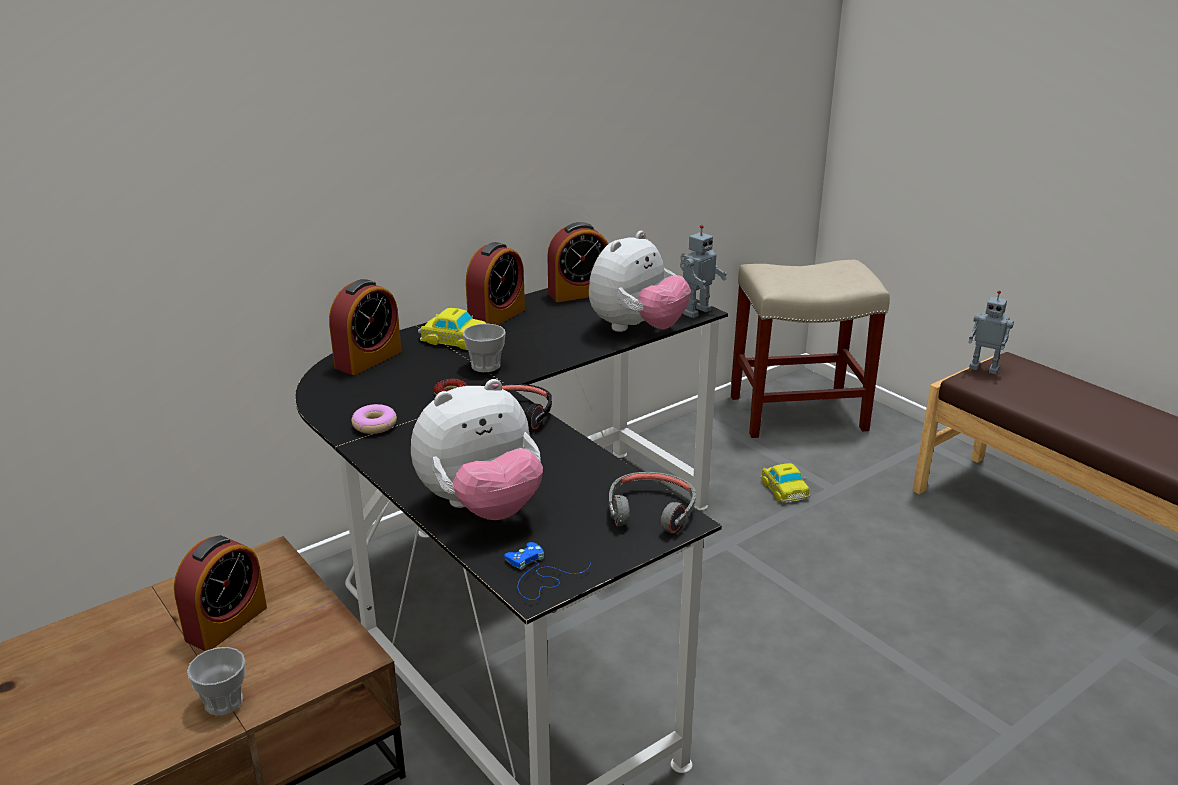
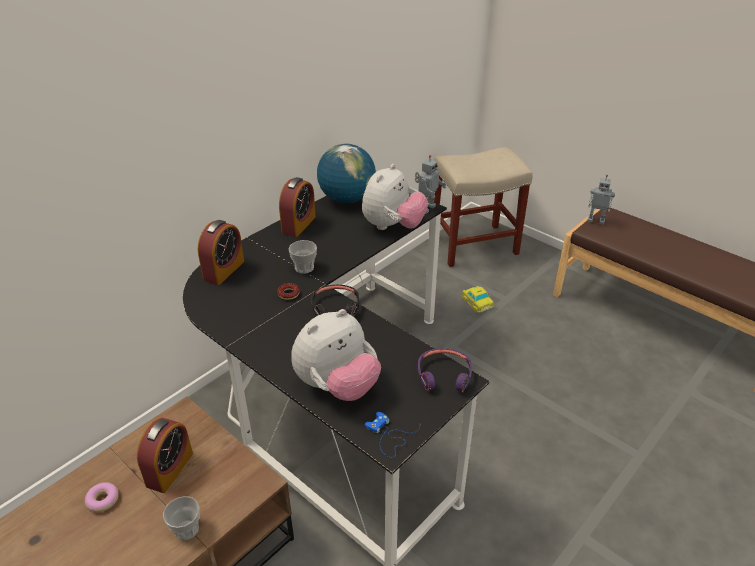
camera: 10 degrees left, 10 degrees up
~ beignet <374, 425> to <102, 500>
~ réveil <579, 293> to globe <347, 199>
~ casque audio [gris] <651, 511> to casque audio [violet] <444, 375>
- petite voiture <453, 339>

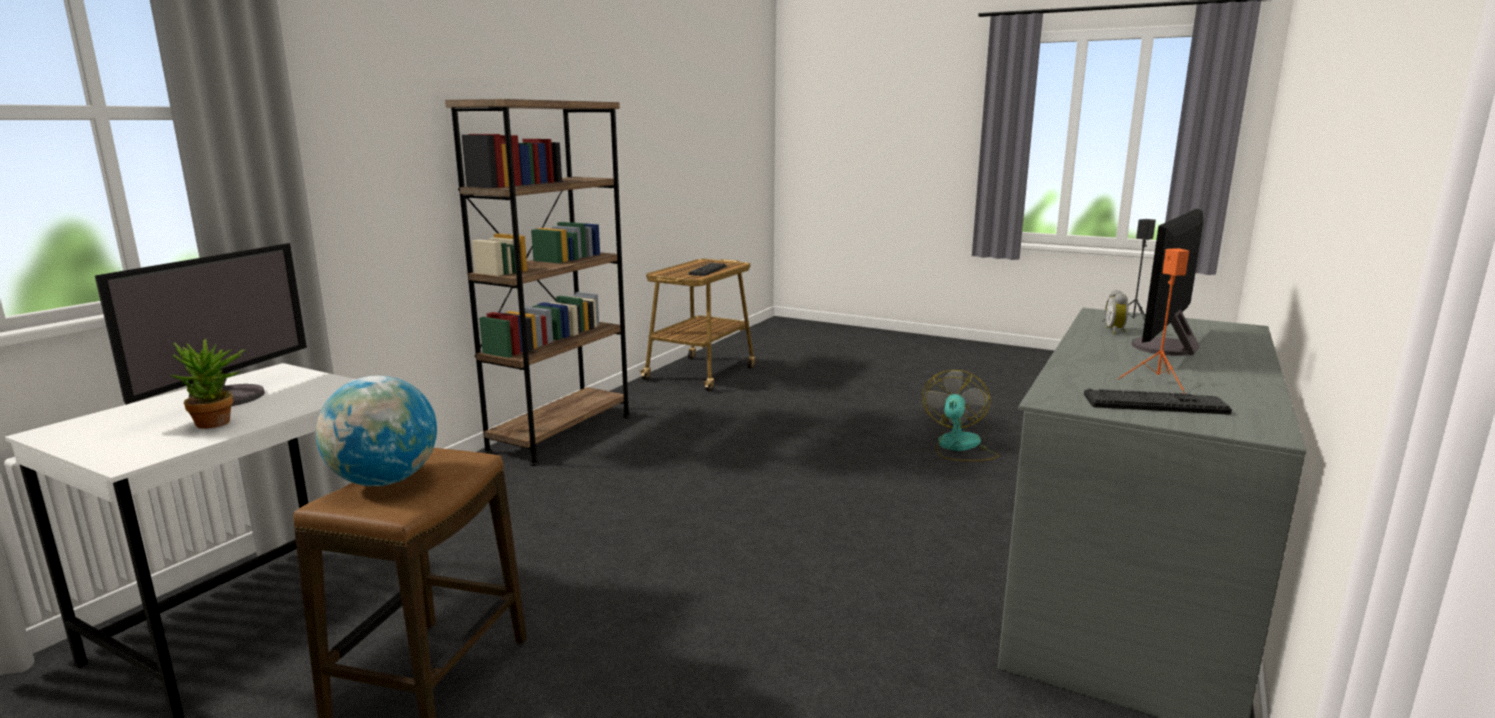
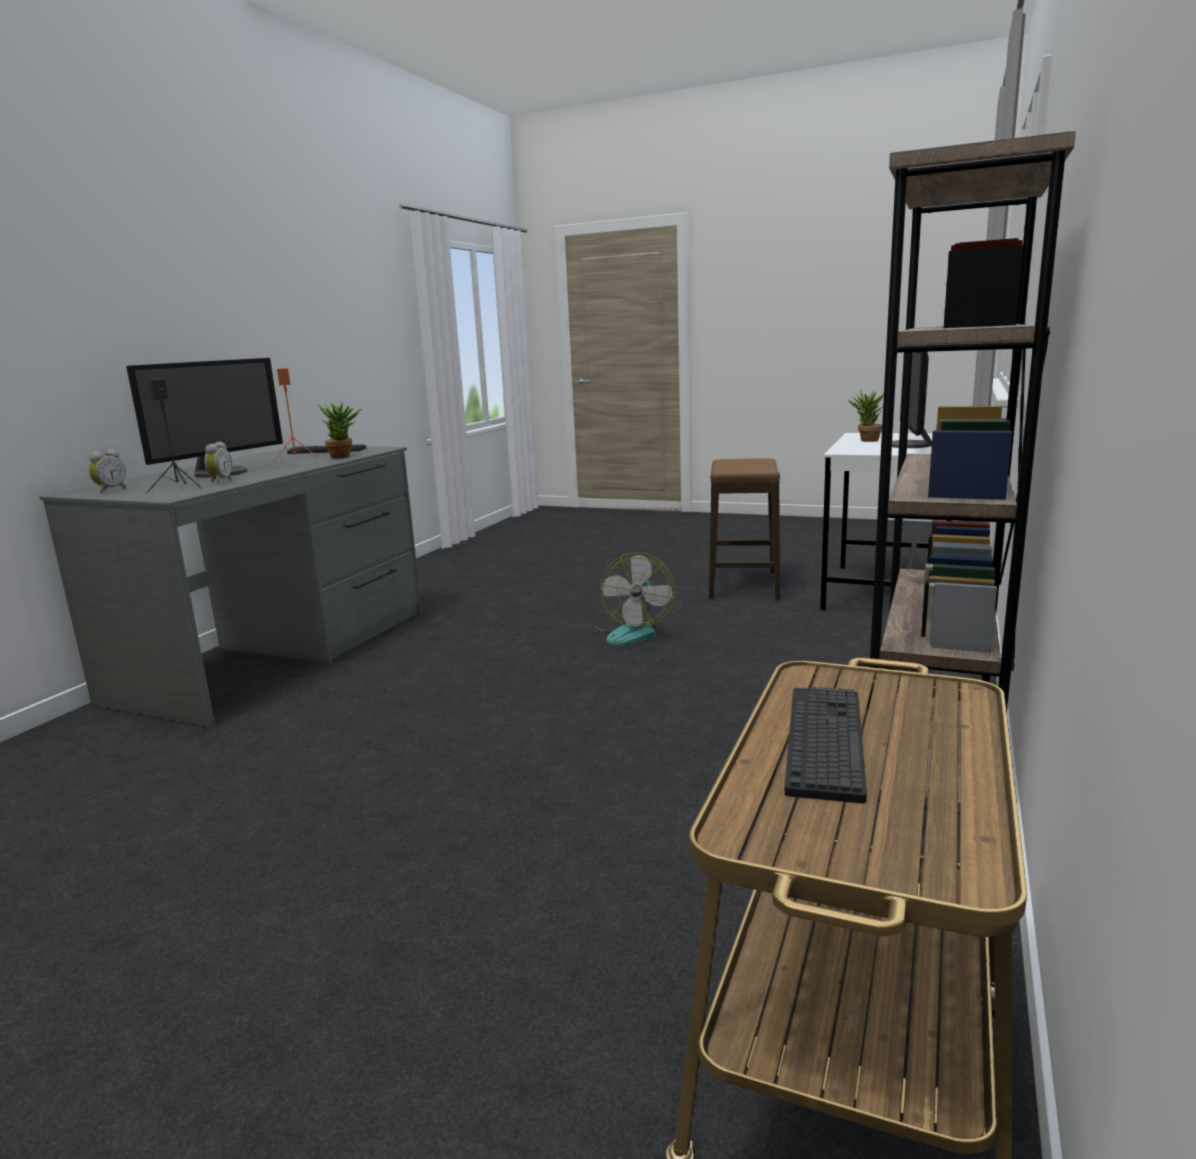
camera: 175 degrees right, 0 degrees up
+ réveil <110, 490>
+ plante en pot <345, 456>
~ ventilateur <959, 447> to <633, 632>
- globe <384, 481>

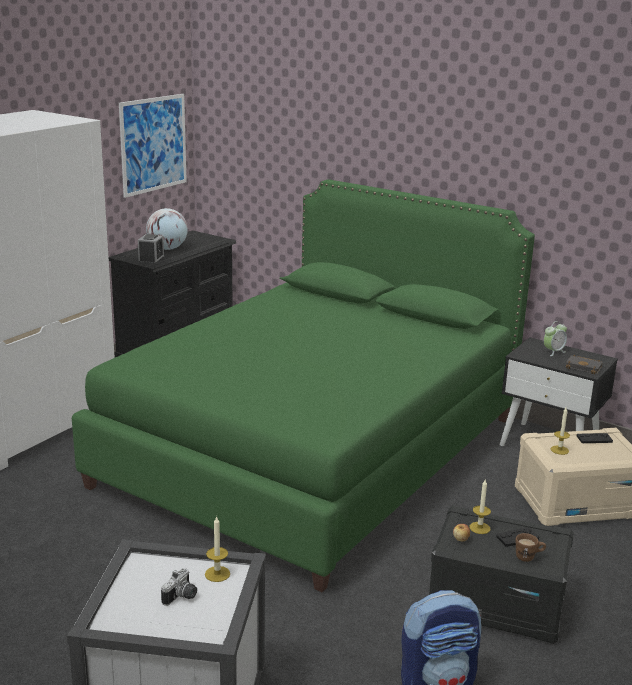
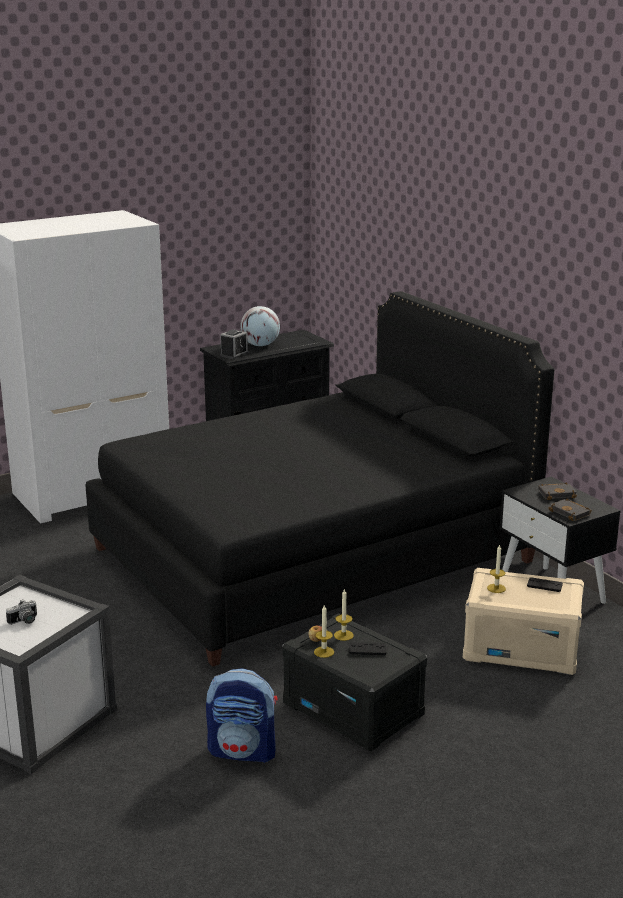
camera: 25 degrees right, 0 degrees up
~ lit [vert] <313, 451> to lit [noir] <312, 554>
~ bougie <217, 574> to <324, 652>
~ réveil <553, 352> to livre [noir] <557, 494>
- tableau <153, 144>
- mug [marron] <529, 557>

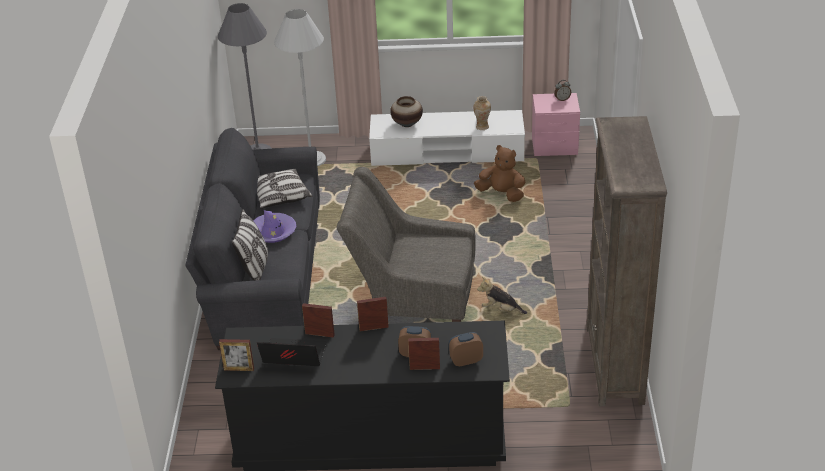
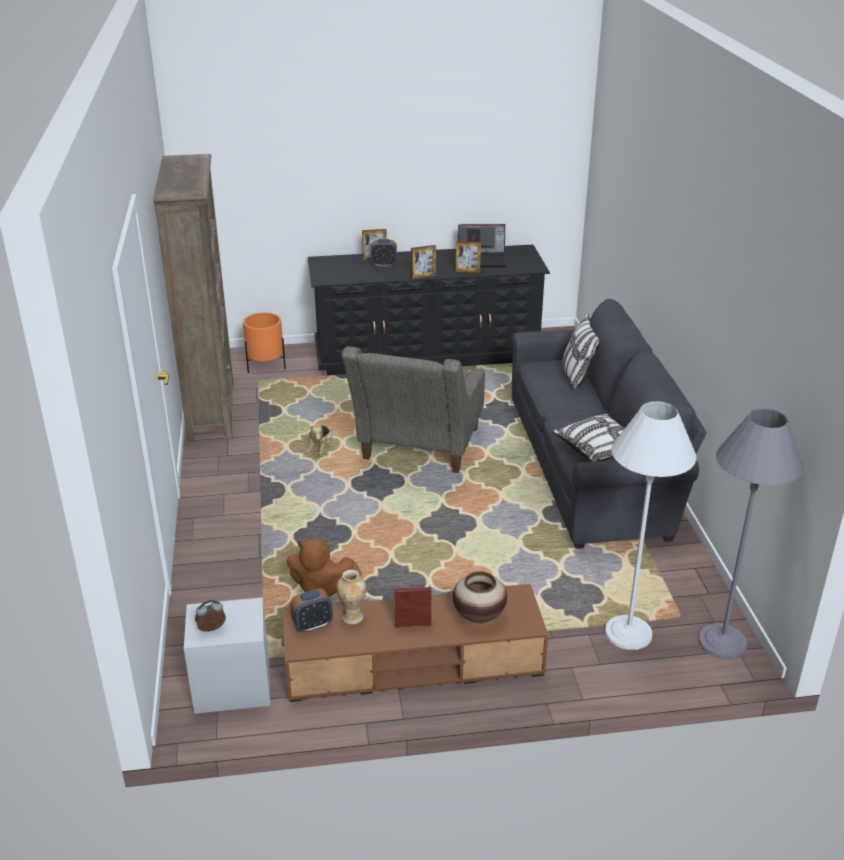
camera: 170 degrees right, 5 degrees down
~ table de chevet [rose] <554, 146> to table de chevet [gris] <232, 687>
+ cache-pot [orange] <266, 366>
~ meuble télé [blanc] <447, 152> to meuble télé [marron] <413, 662>
~ réveil <466, 360> to <312, 625>
~ peluche <501, 309> = <320, 448> 90 degrees clockwise
~ fauteuil [gris] <412, 301> = <417, 451> 105 degrees clockwise
~ cadre photo <239, 369> to <412, 625>
- chapeau [violet] <273, 232>

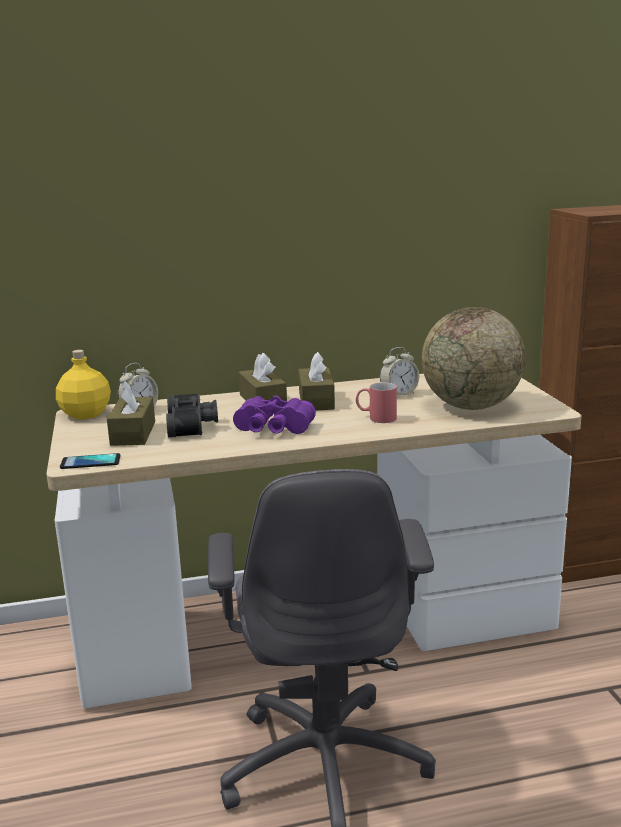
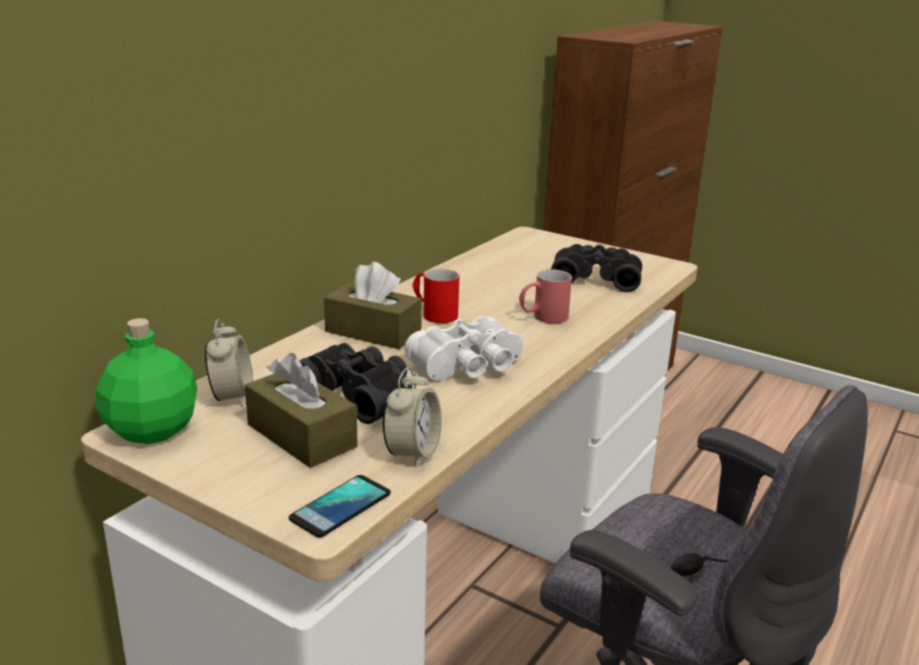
camera: 45 degrees left, 5 degrees up
~ bouteille [jaune] <85, 414> to bouteille [vert] <150, 430>
~ réveil <399, 394> to <412, 453>
~ jumelles [violet] <273, 429> to jumelles [blanc] <469, 367>
~ boîte à mouchoirs [marron] <316, 401> to mug [rouge] <433, 313>
~ globe <471, 406> to jumelles [noir] <596, 278>

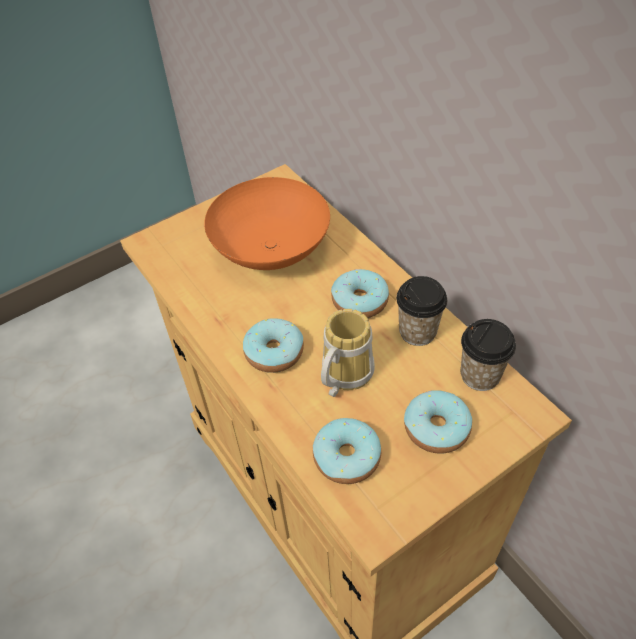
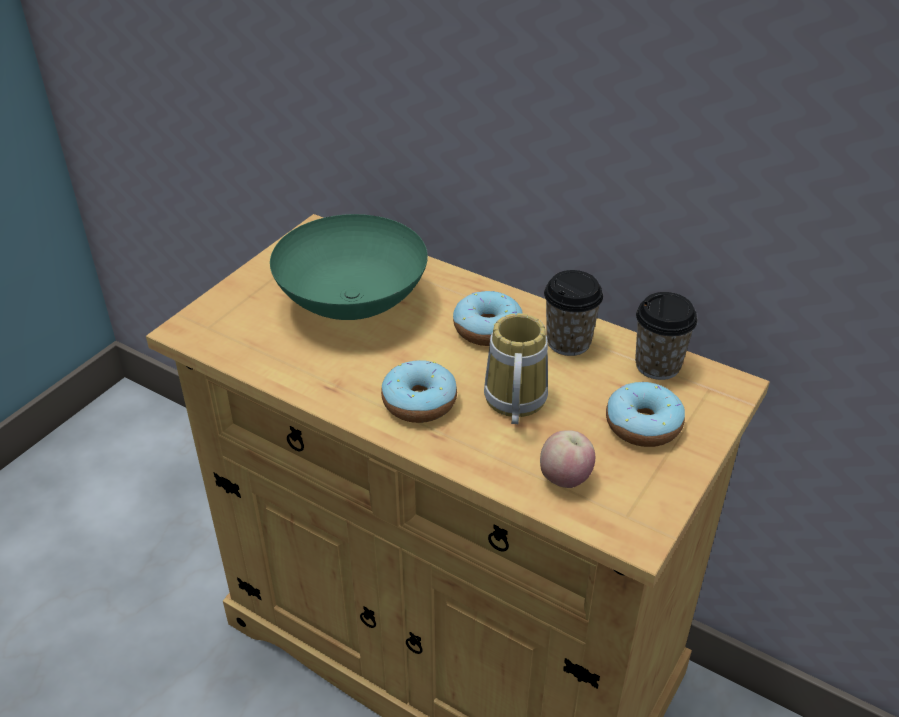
camera: 25 degrees left, 10 degrees down
~ bol [orange] <271, 252> to bol [vert] <354, 305>
~ beignet <347, 457> to pomme <565, 479>

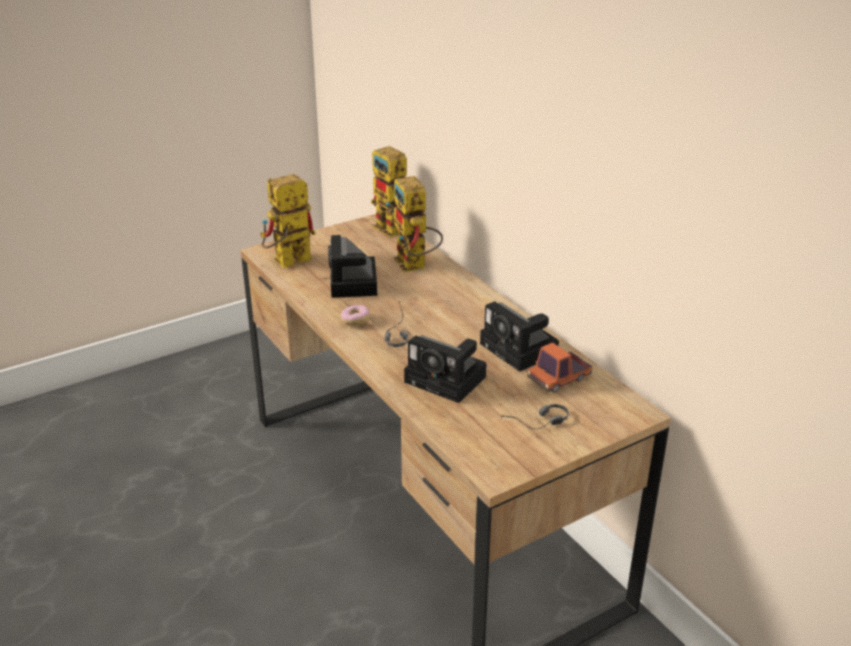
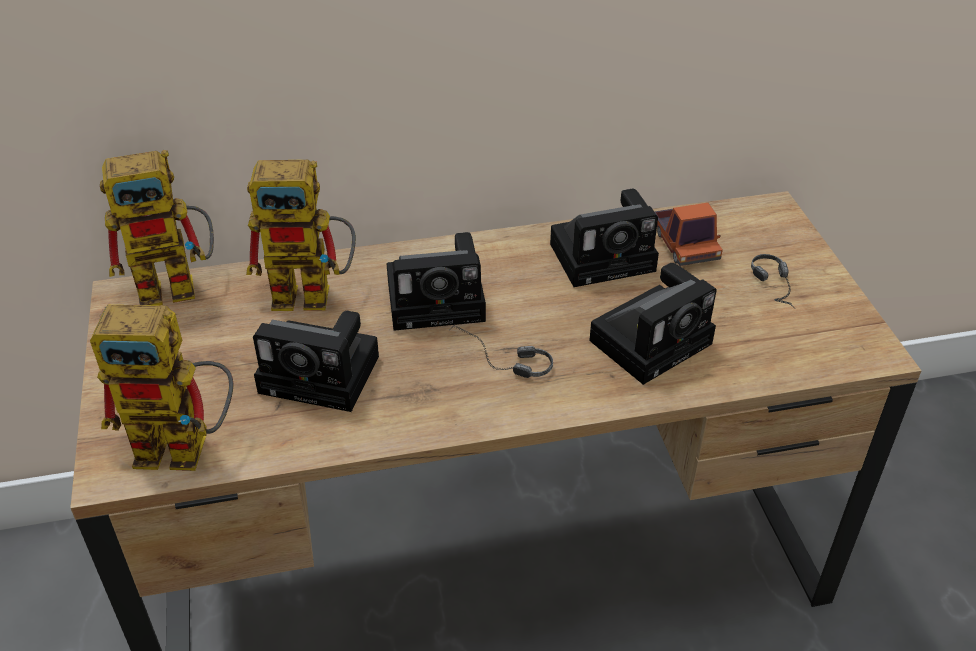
camera: 70 degrees left, 10 degrees up
~ robot jouet <287, 264> = <187, 447> 75 degrees counterclockwise
+ appareil photo <440, 300>
- beignet <355, 321>

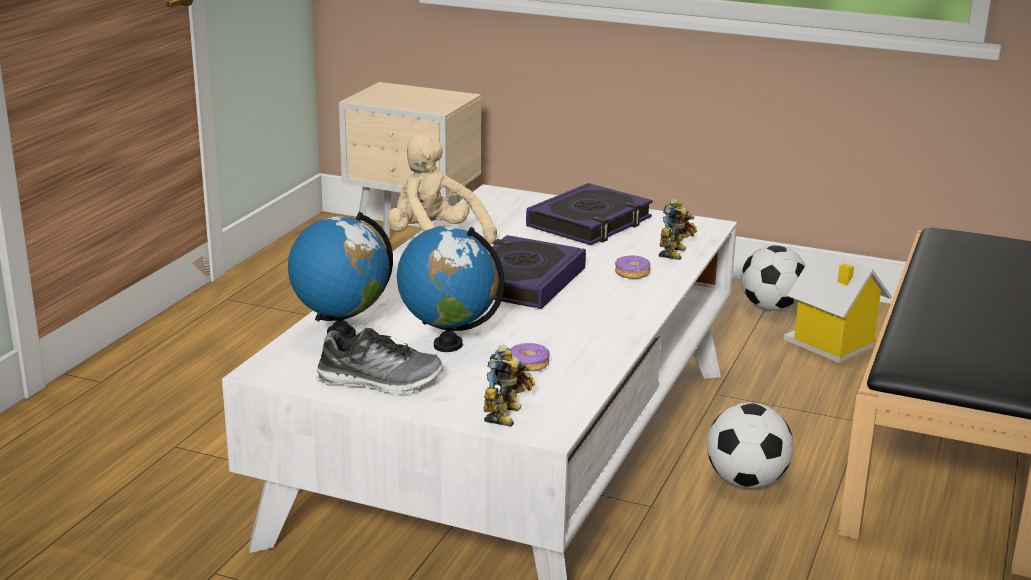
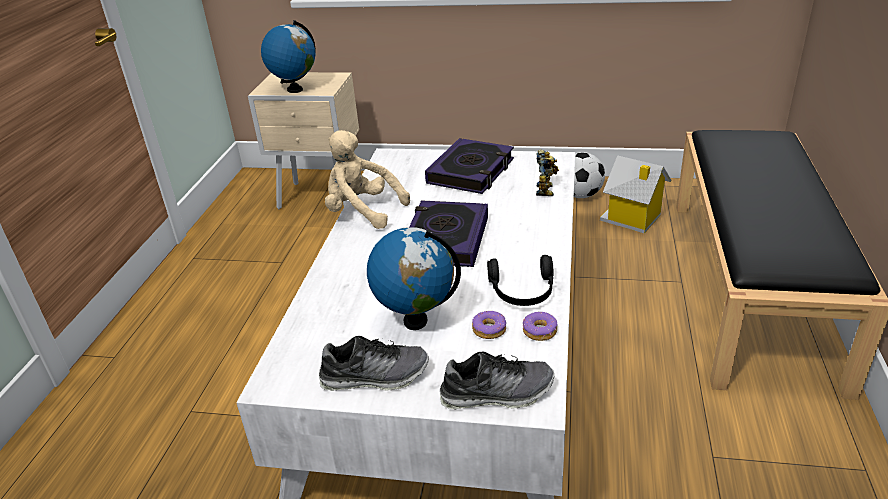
camera: 10 degrees left, 10 degrees up
~ globe <341, 334> to <295, 90>
~ robot jouet <507, 415> to chaussure <497, 393>
+ casque audio [noir] <522, 292>
~ beignet <632, 273> to <540, 331>
- ballon de foot <746, 482>

